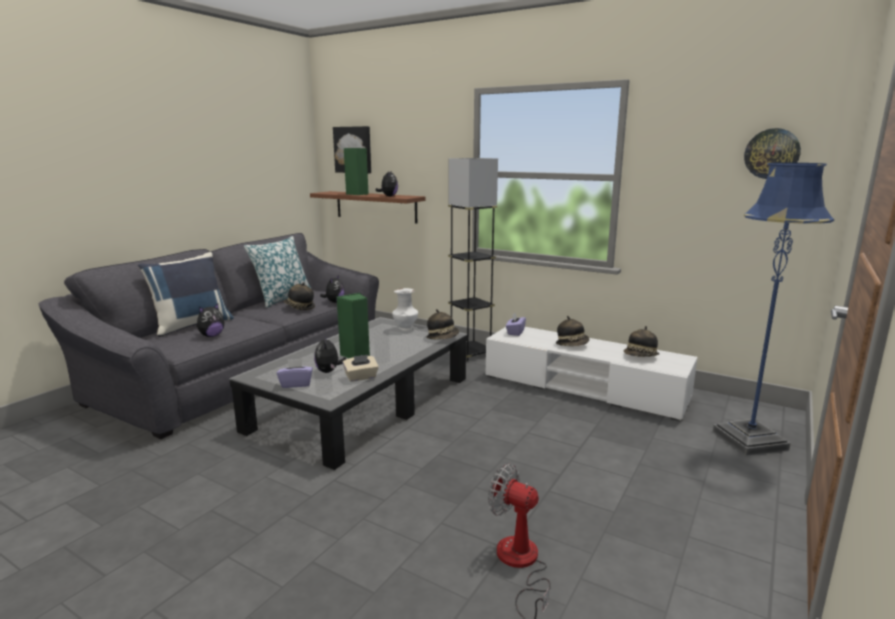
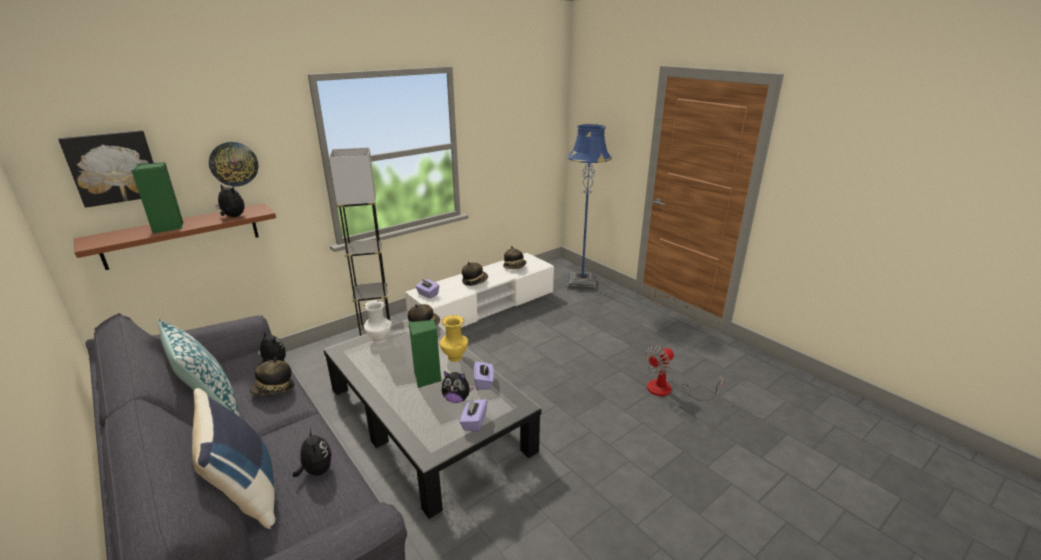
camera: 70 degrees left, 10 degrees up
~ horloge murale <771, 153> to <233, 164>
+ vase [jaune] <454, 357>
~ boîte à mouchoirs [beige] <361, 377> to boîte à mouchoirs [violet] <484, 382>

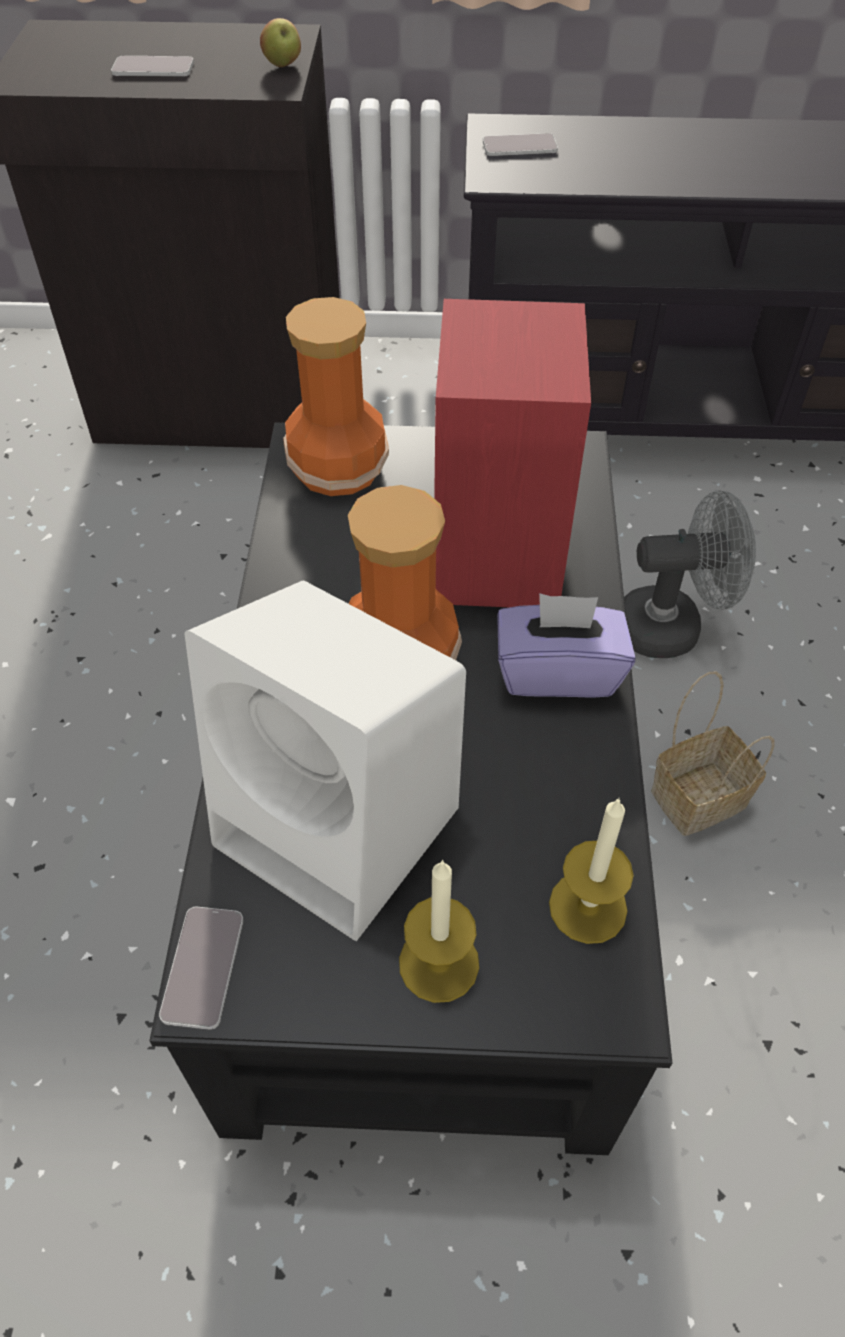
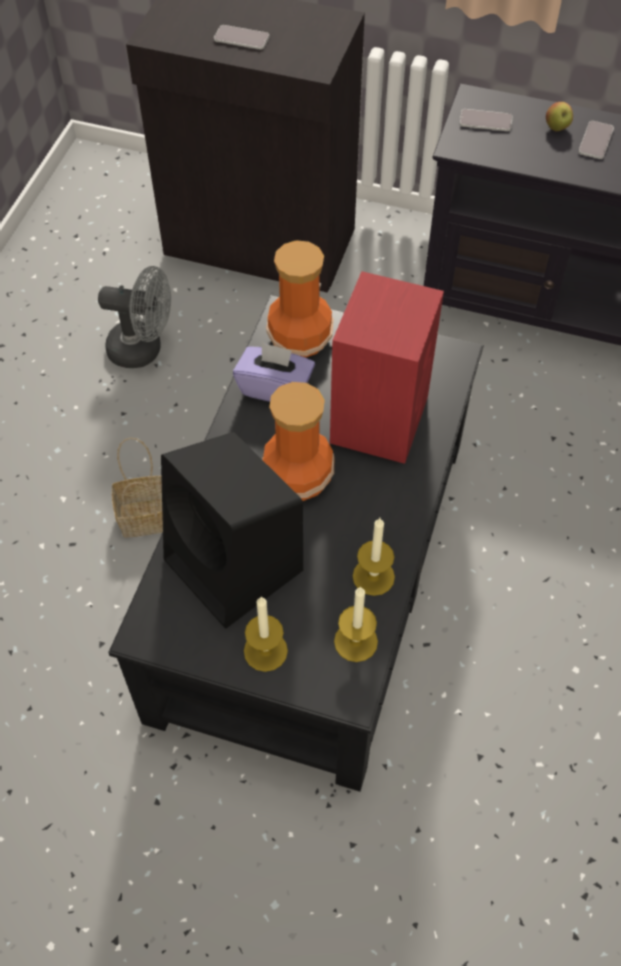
camera: 15 degrees right, 5 degrees up
~ ventilateur [gris] <671, 626> to <143, 349>
~ panier <700, 796> to <147, 516>
~ enceinte [blanc] <343, 828> to enceinte [noir] <236, 567>
~ boîte à mouchoirs [violet] <558, 671> to <275, 388>
+ bougie <373, 576>
~ pomme <282, 65> to <557, 128>
~ téléphone <203, 967> to <595, 141>

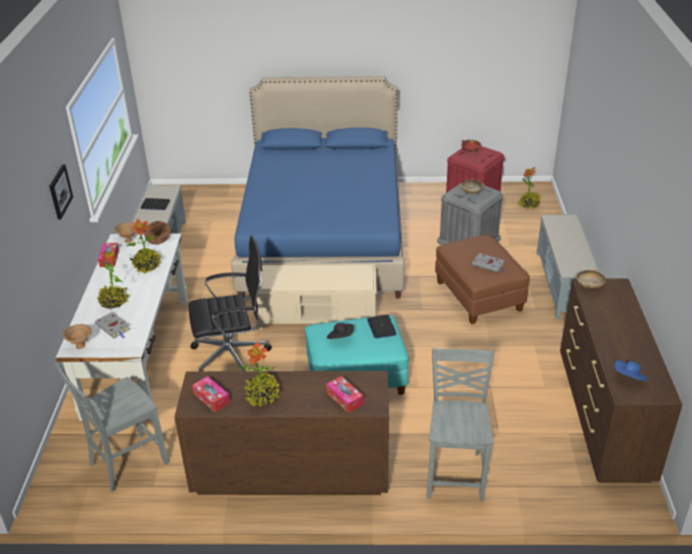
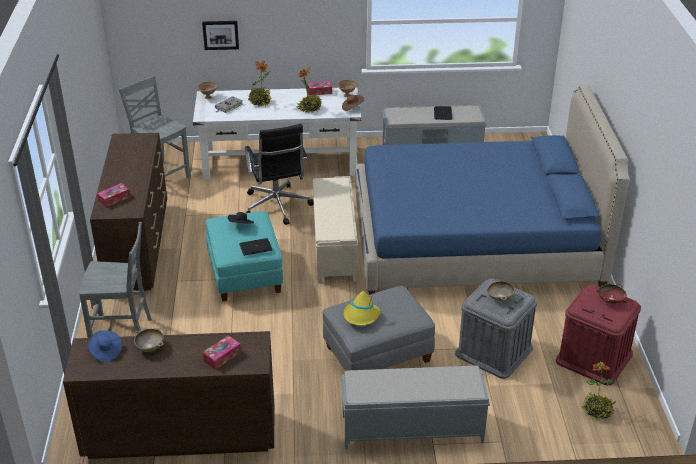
camera: 85 degrees right, 0 degrees up
~ bol [beige] <589, 286> to <150, 347>
~ tableau <60, 191> to <220, 34>
~ boîte à mouchoirs <211, 398> to <222, 356>
~ pouf [marron] <479, 296> to pouf [gris] <377, 355>
~ livre [gris] <489, 265> to chapeau [jaune] <361, 316>
- plante en pot <263, 395>

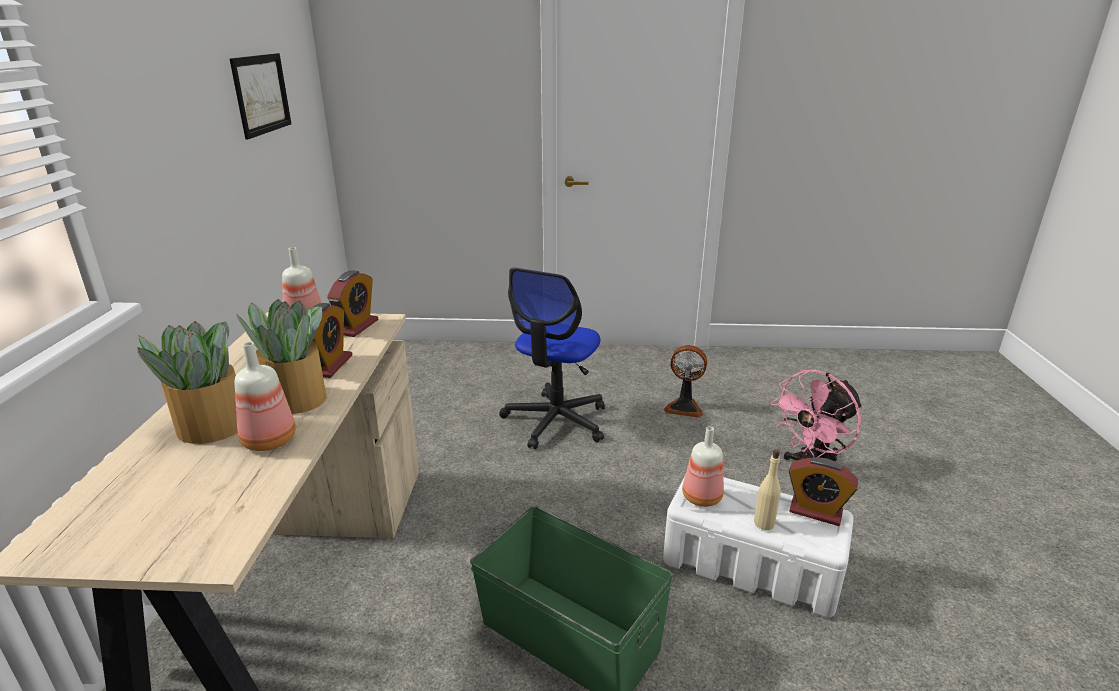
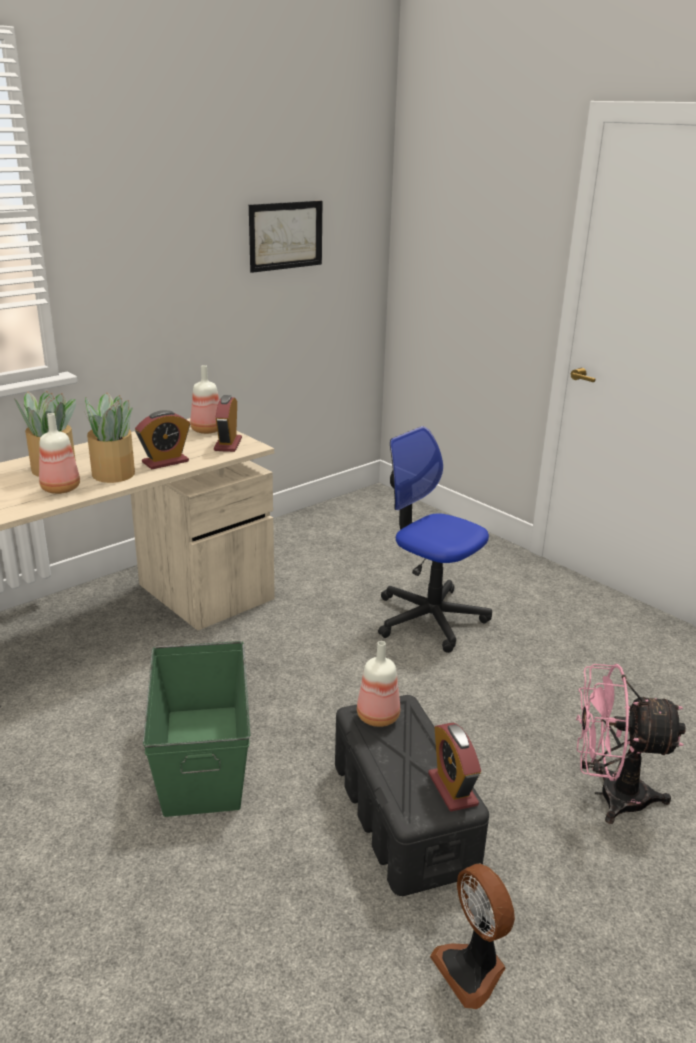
camera: 45 degrees right, 0 degrees up
~ réveil <356, 327> = <228, 444> 120 degrees clockwise
~ boîte de rangement [blanc] <752, 565> to boîte de rangement [noir] <403, 817>
~ chaise de bureau <555, 421> = <429, 618> 60 degrees clockwise
~ ventilateur <684, 407> to <472, 969>
- bouteille [beige] <764, 523>

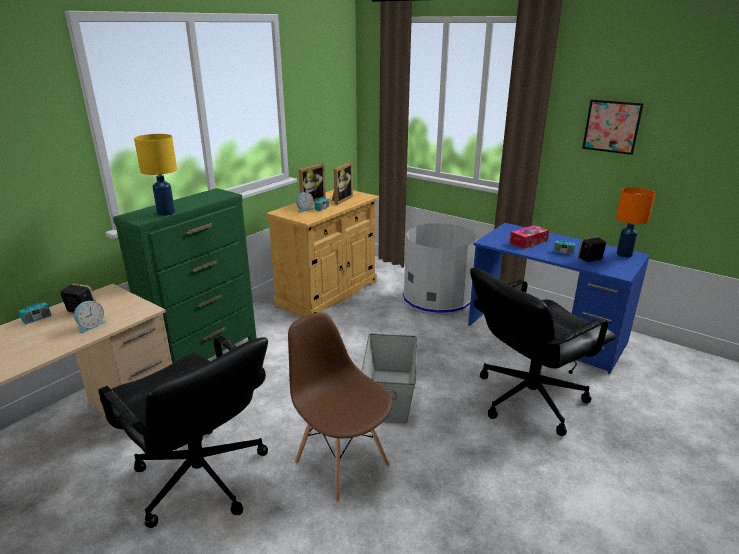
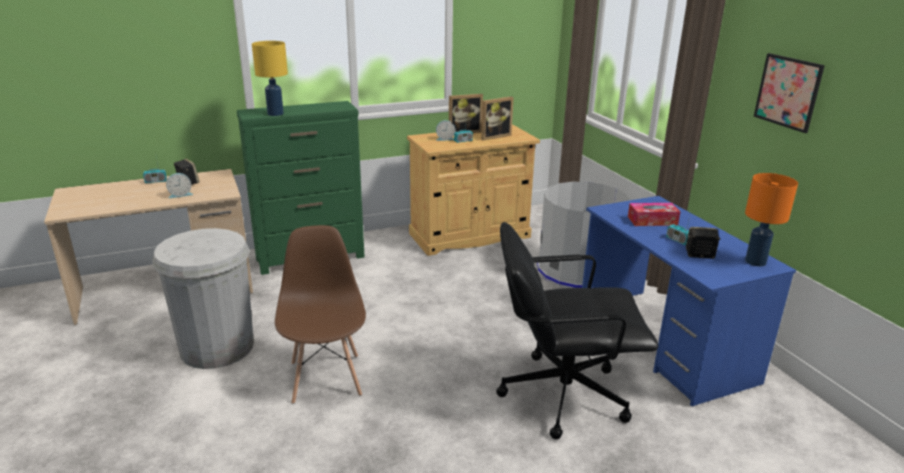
camera: 30 degrees right, 0 degrees up
~ chaise de bureau [noir] <200, 479> to poubelle [blanc] <217, 347>
- boîte de rangement [gris] <390, 394>

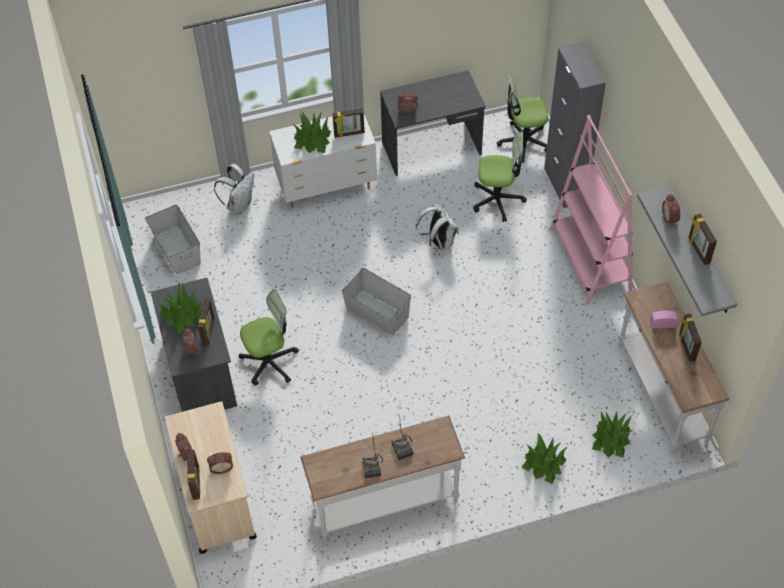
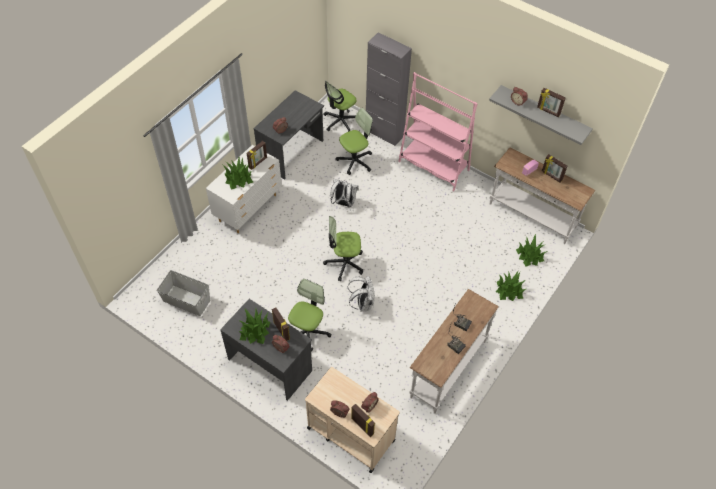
camera: 40 degrees left, 0 degrees up
~ boîte de rangement [gris] <377, 311> to chaise de bureau <344, 263>
~ sac à dos [blanc] <239, 204> to <362, 303>

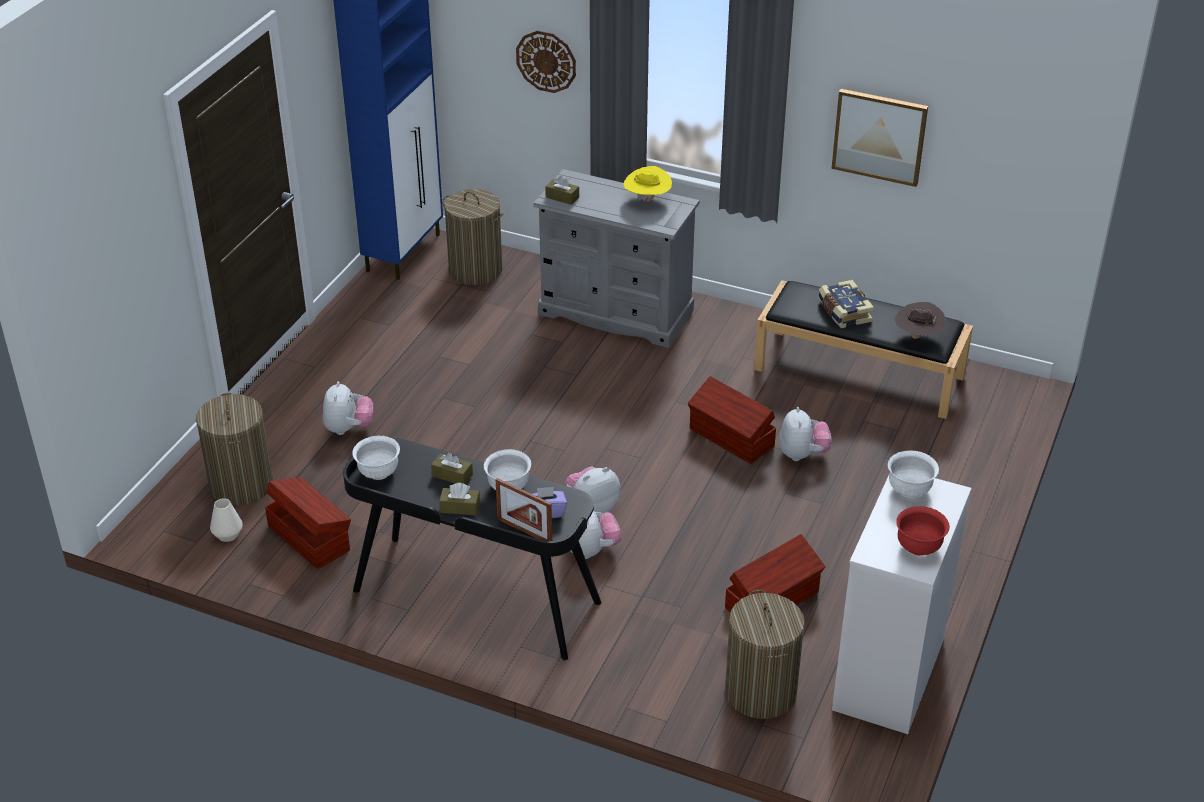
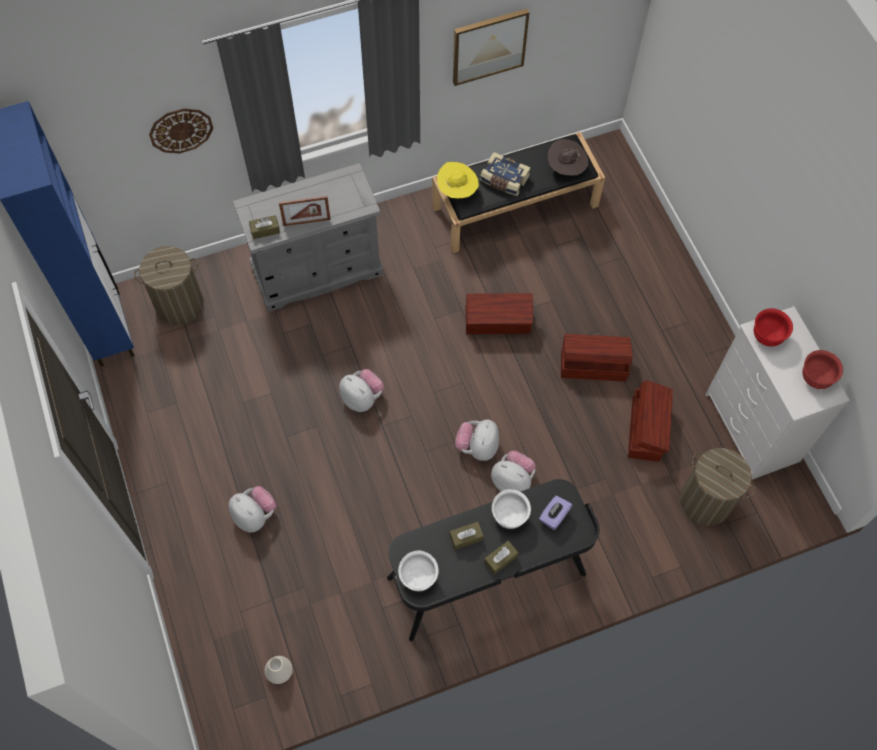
camera: 45 degrees left, 25 degrees up
~ cadre photo <524, 531> to <306, 222>
~ peluche <802, 454> to <362, 398>
~ chapeau [jaune] <647, 200> to <457, 190>
~ boîte de rangement [marron] <309, 537> to <592, 365>
~ bol [blanc] <909, 490> to bol [rouge] <767, 336>
- panier à linge <241, 485>

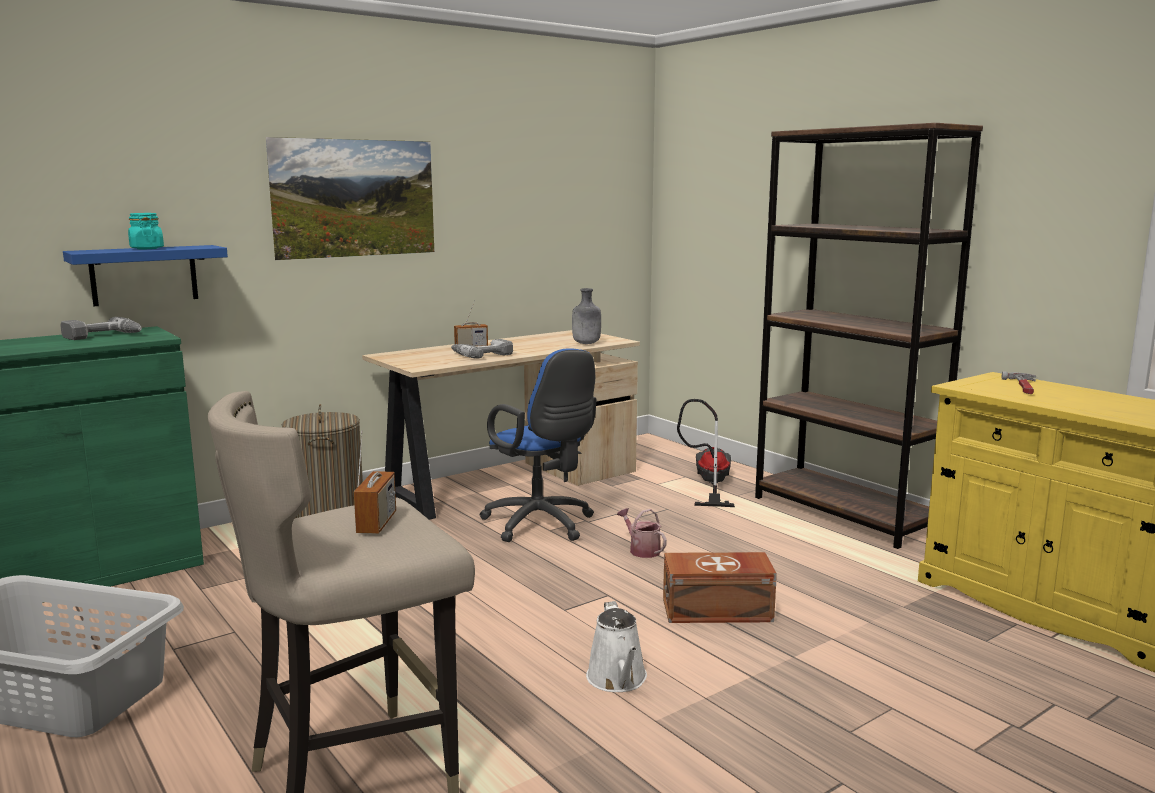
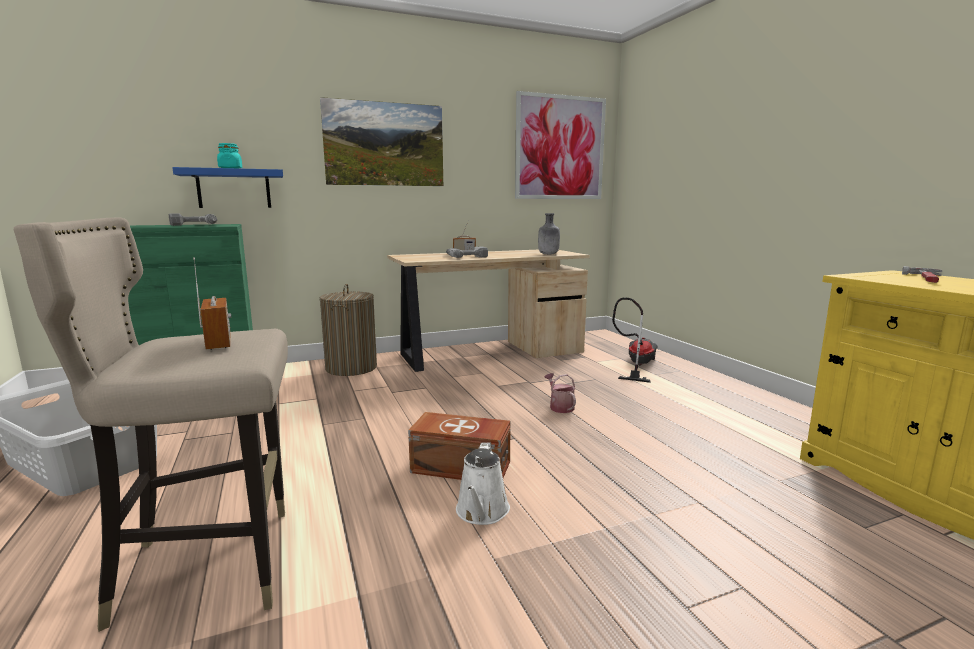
camera: 15 degrees right, 0 degrees up
~ radio <377, 523> = <219, 342> 45 degrees counterclockwise
~ boîte de rangement [marron] <719, 611> to <461, 468>
+ tableau <560, 148>
- chaise de bureau [bleu] <542, 525>
- bibliothèque [marron] <844, 513>

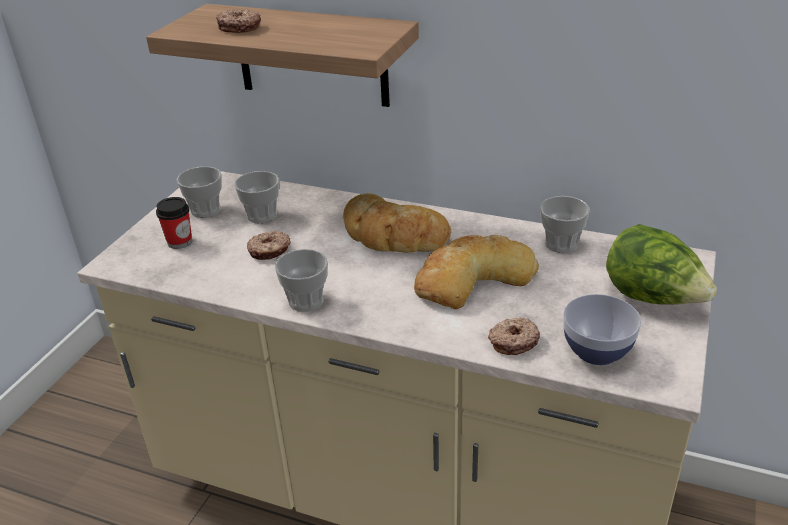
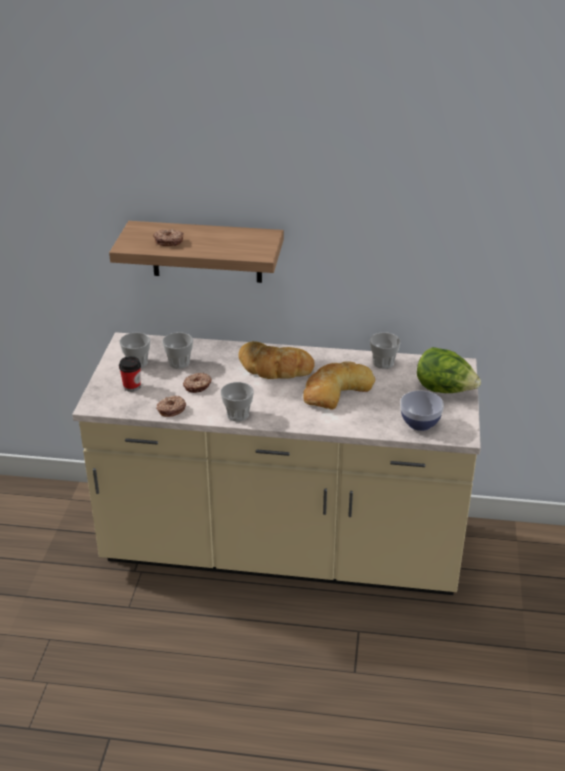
camera: 15 degrees left, 0 degrees up
~ beignet <513, 341> to <171, 409>

